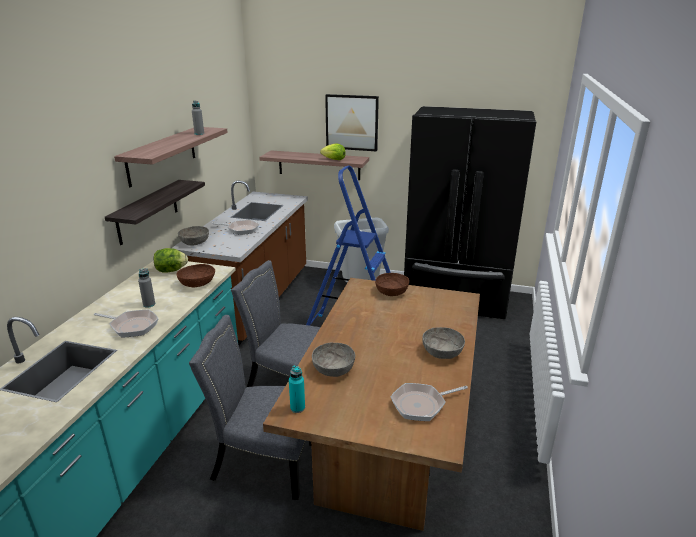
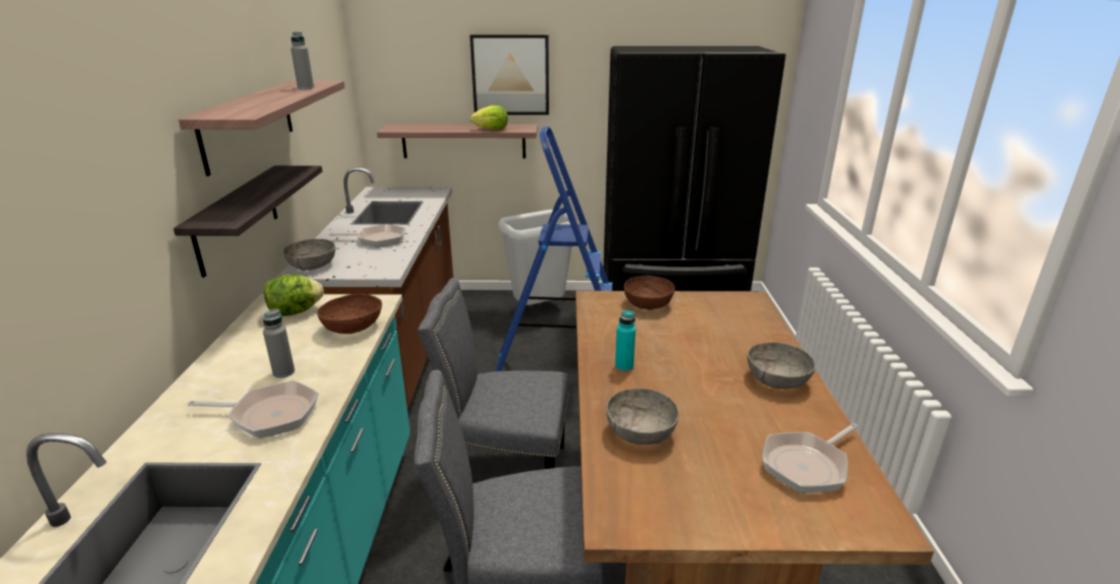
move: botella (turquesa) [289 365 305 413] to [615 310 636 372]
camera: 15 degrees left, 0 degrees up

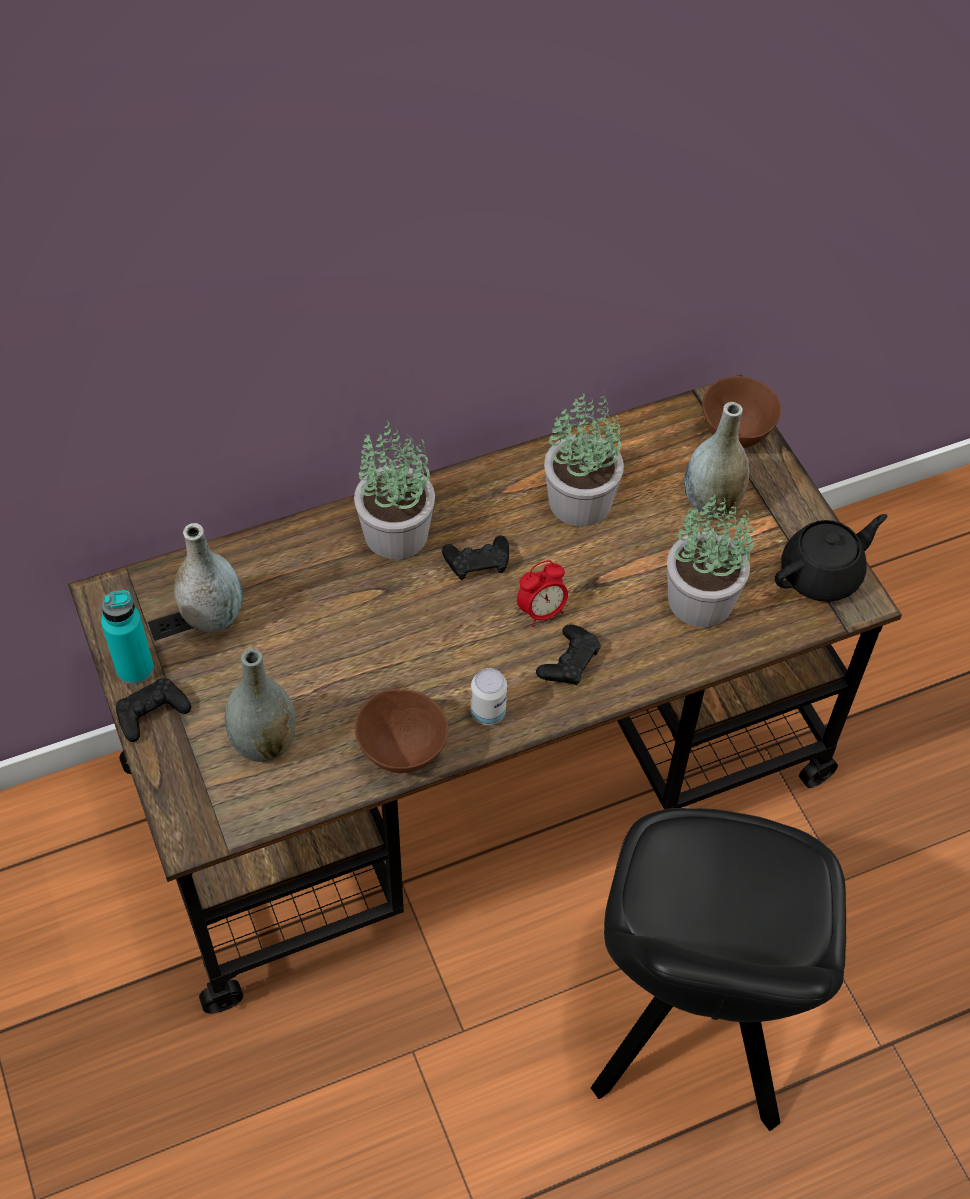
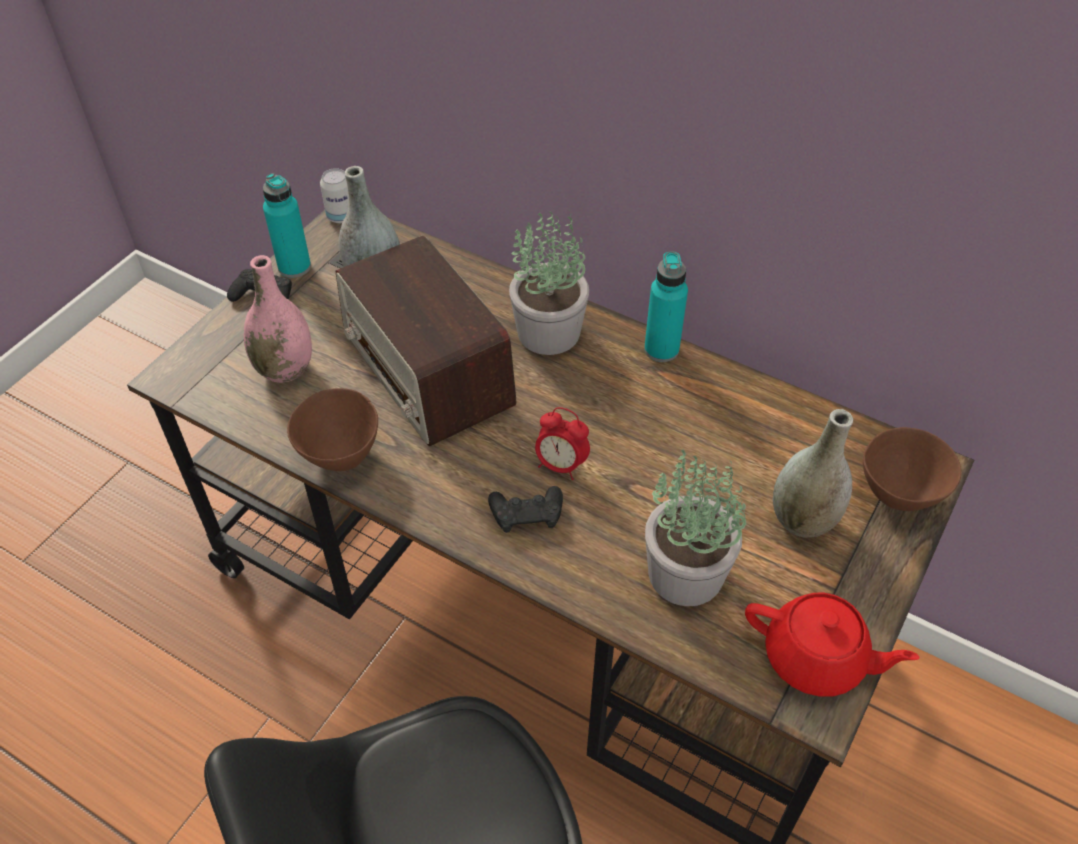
delete: mando de consola (negro) [442 536 509 580]; planta en maceta [544 390 624 526]
insert: radio [336 235 517 446]; botella (turquesa) [644 251 688 362]
move: lata [471 668 507 725] to [320 168 349 223]
recolor: florero (gris) [225 648 296 762] to florero (rosa) [244 255 312 383]; tetera (negro) [775 514 888 602] to tetera (rojo) [745 593 920 697]
camera: 55 degrees right, 5 degrees down

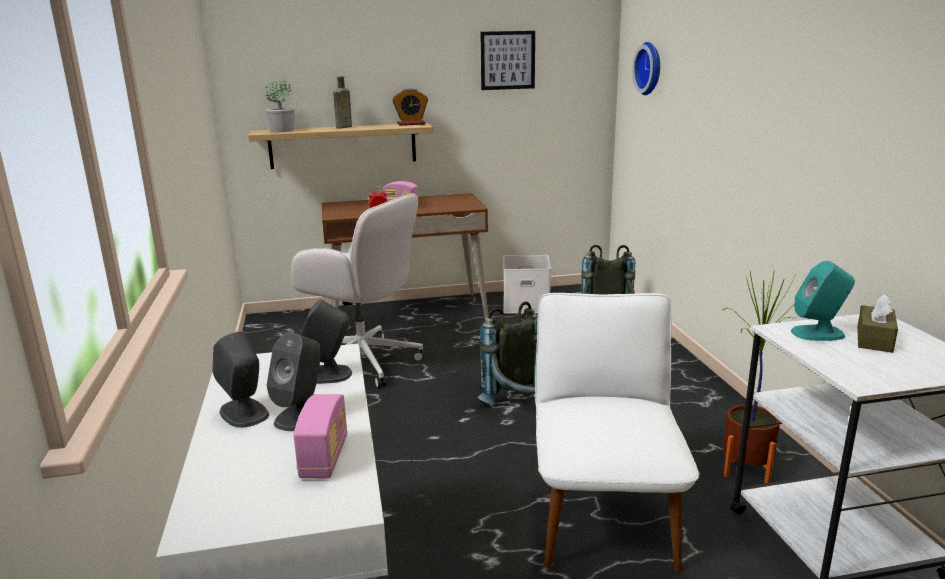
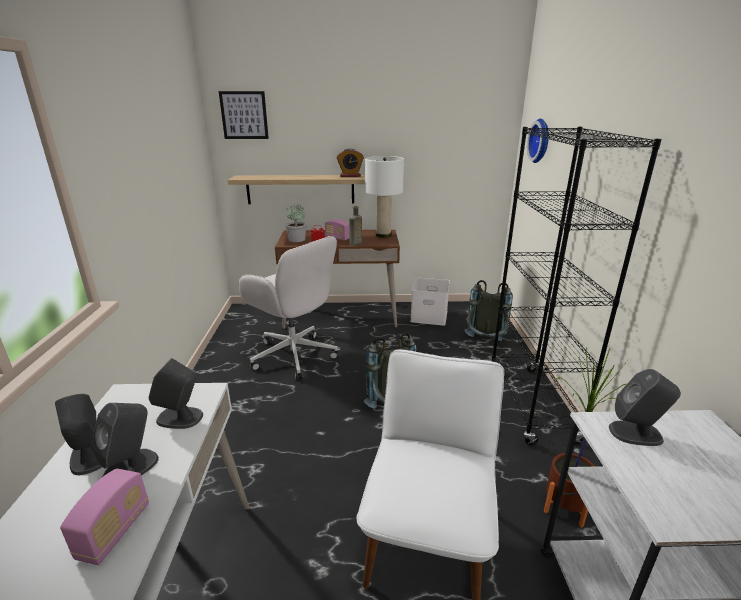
delete: caja de pañuelos (marrón) [857 295 898 353]
insert: lámpara de mesa (blanco) [365 156 404 238]; estantería (negro) [492 127 662 445]
move: planta en maceta [266 80 295 132] to [286 204 306 242]; botella (marrón) [333 76 352 128] to [349 206 362 246]; cuadro [480 31 535 90] to [219 91 269 139]
recolor: altavoz (turquesa) [791 261 855 341] to altavoz (gris) [609 369 681 446]
camera: 10 degrees right, 5 degrees up

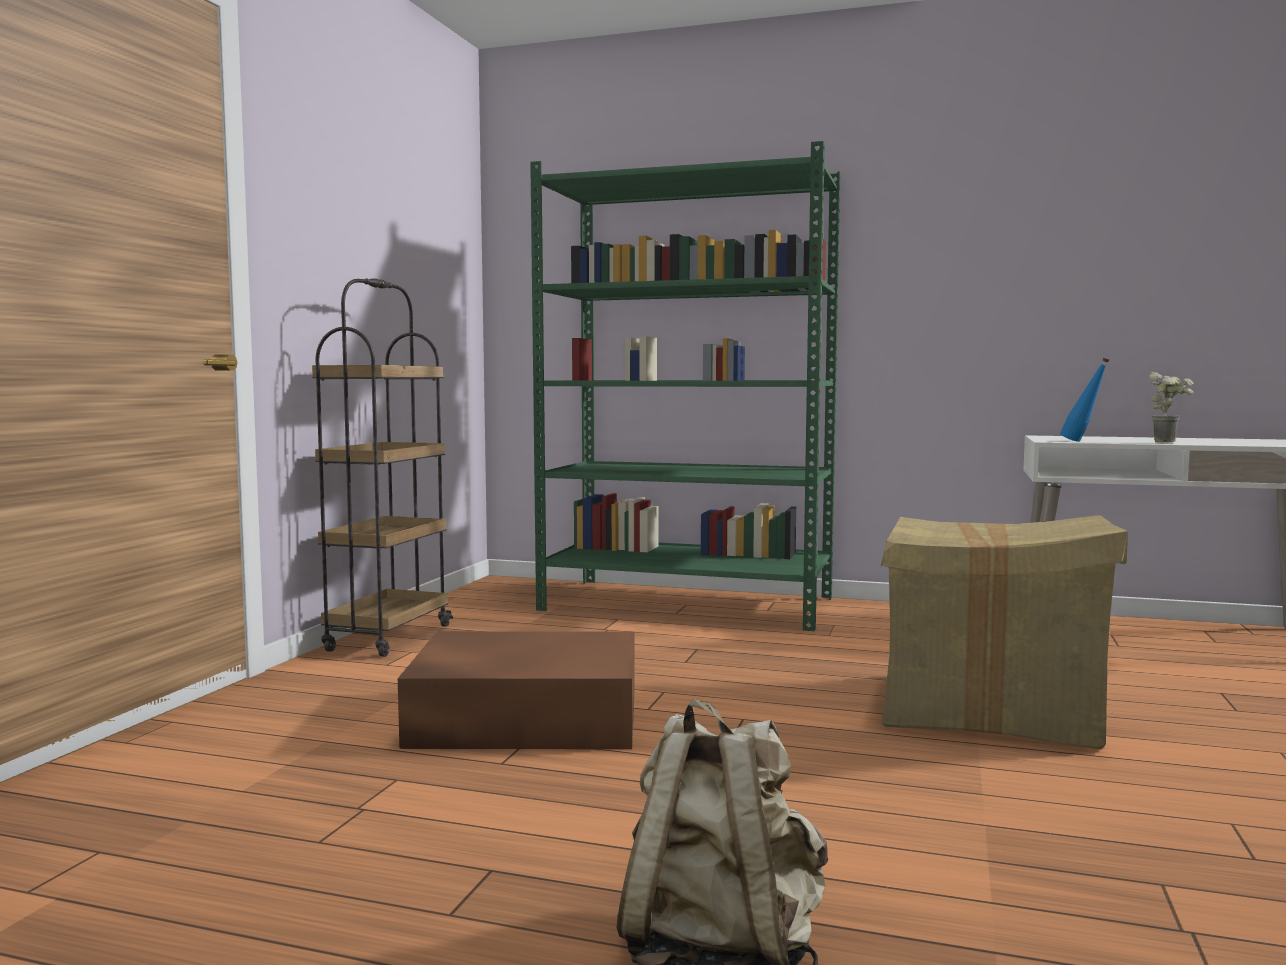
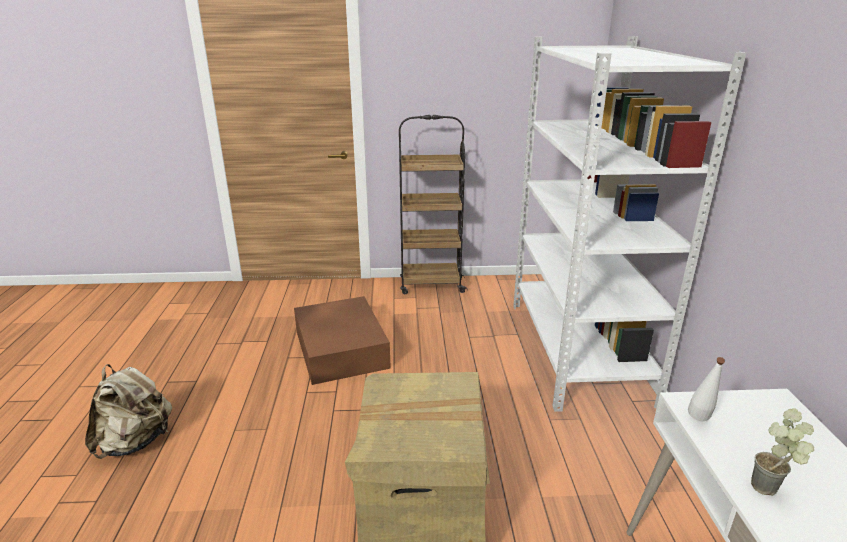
recolor: estantería (verde) [530 141 841 631] to estantería (blanco) [513 36 746 412]; botella (azul) [1060 357 1110 442] to botella (blanco) [688 357 725 421]
camera: 70 degrees right, 20 degrees up

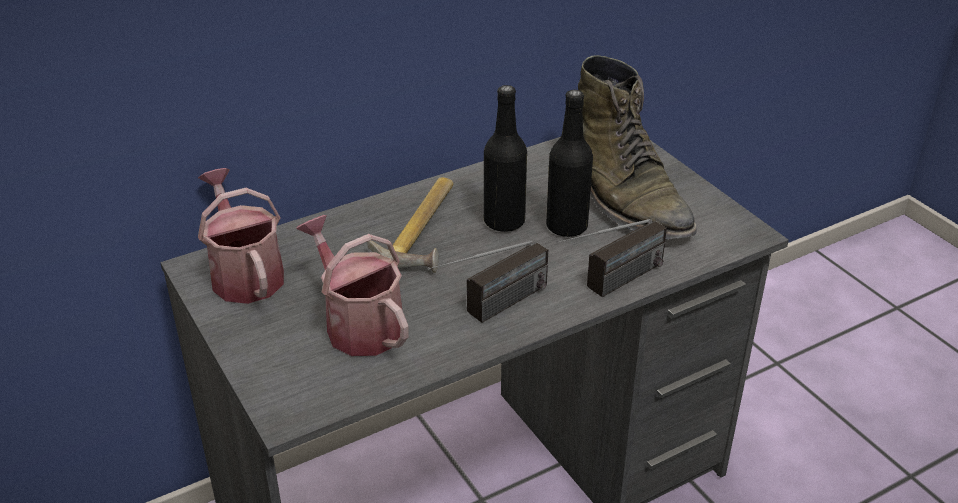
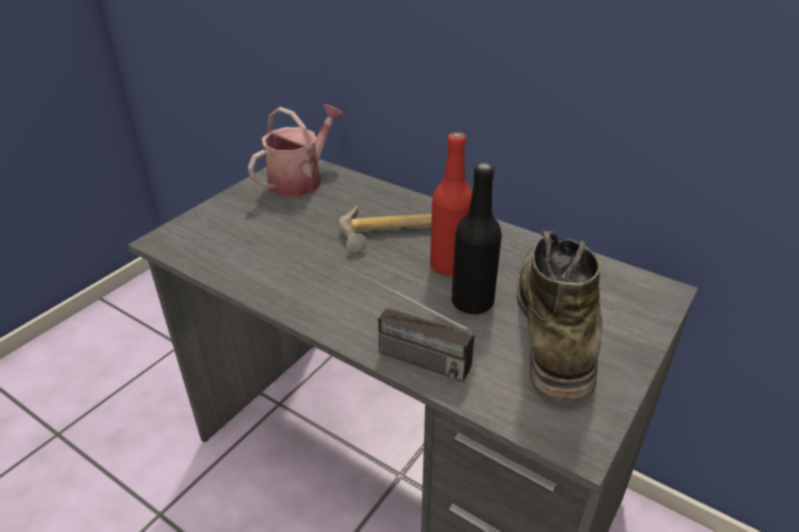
delete: regadera [296 215 408 356]; radio [428 241 548 323]
recolor: botella (negro) [484 85 527 232] to botella (rojo) [430 132 472 276]
rotate: bota (verde) [578 55 697 240] = [517 231 602 403] 150 degrees clockwise
camera: 65 degrees right, 0 degrees up

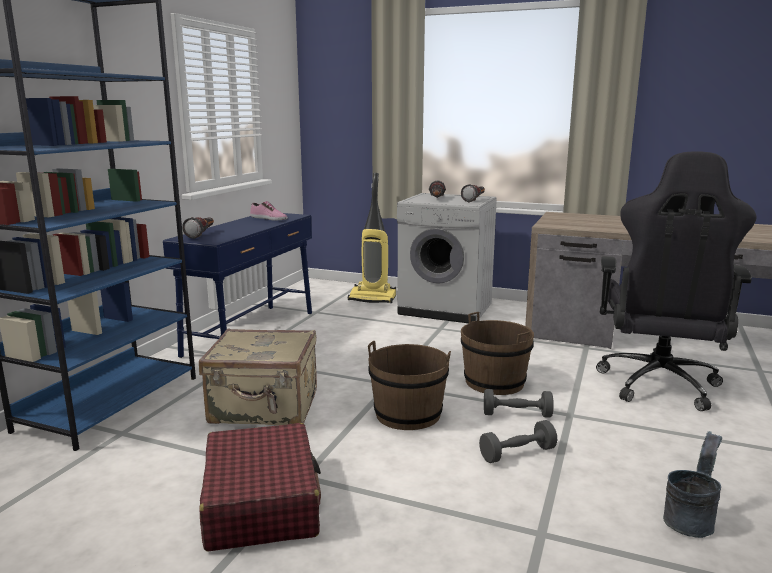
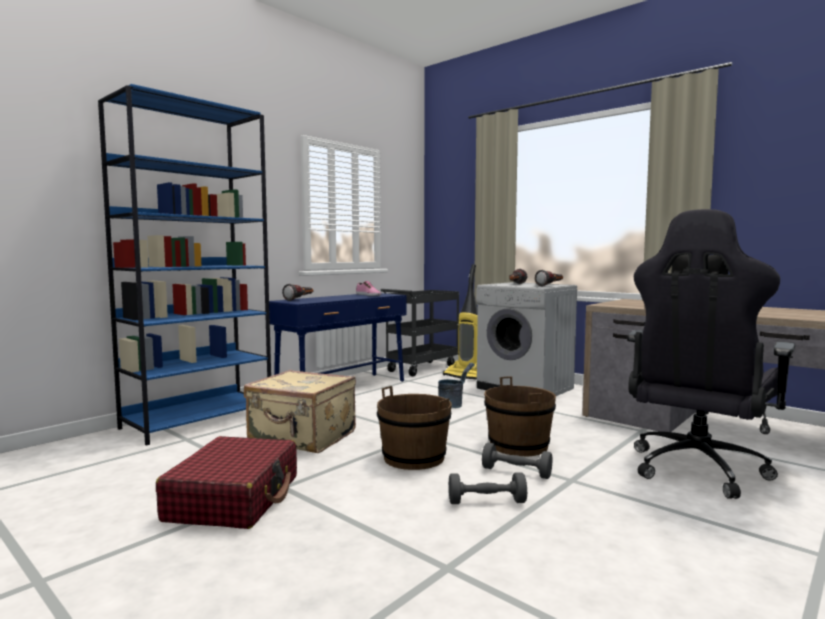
insert: carrito (gris) [381 289 459 376]
move: cubo (gris) [663 431 722 538] to [438 363 475 408]
camera: 20 degrees right, 10 degrees down

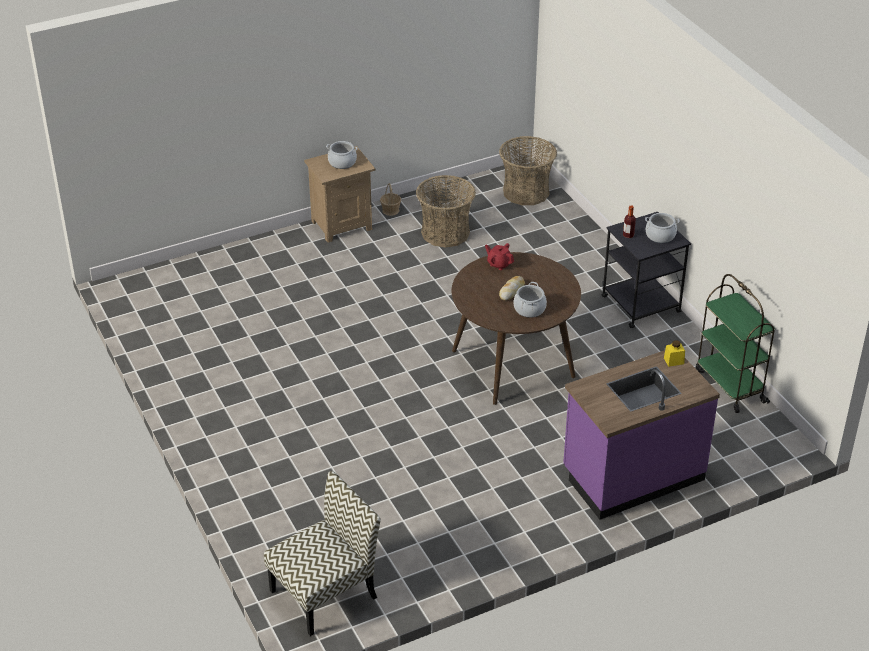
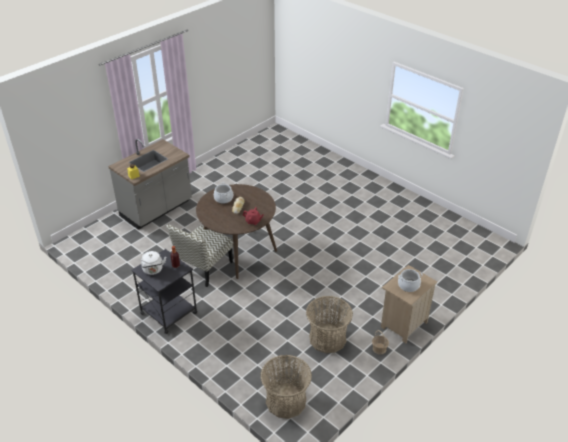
delete: carrito (verde) [696 274 775 413]
move: silla [264 471 381 636] to [166 224 233 287]
replace: olla [645 213 680 243] to hervidor (blanco) [141 251 166 275]
recolor: mueble bajo de cocina (morado) [563 350 720 520] to mueble bajo de cocina (gris) [108 139 192 230]
camera: 160 degrees right, 0 degrees up

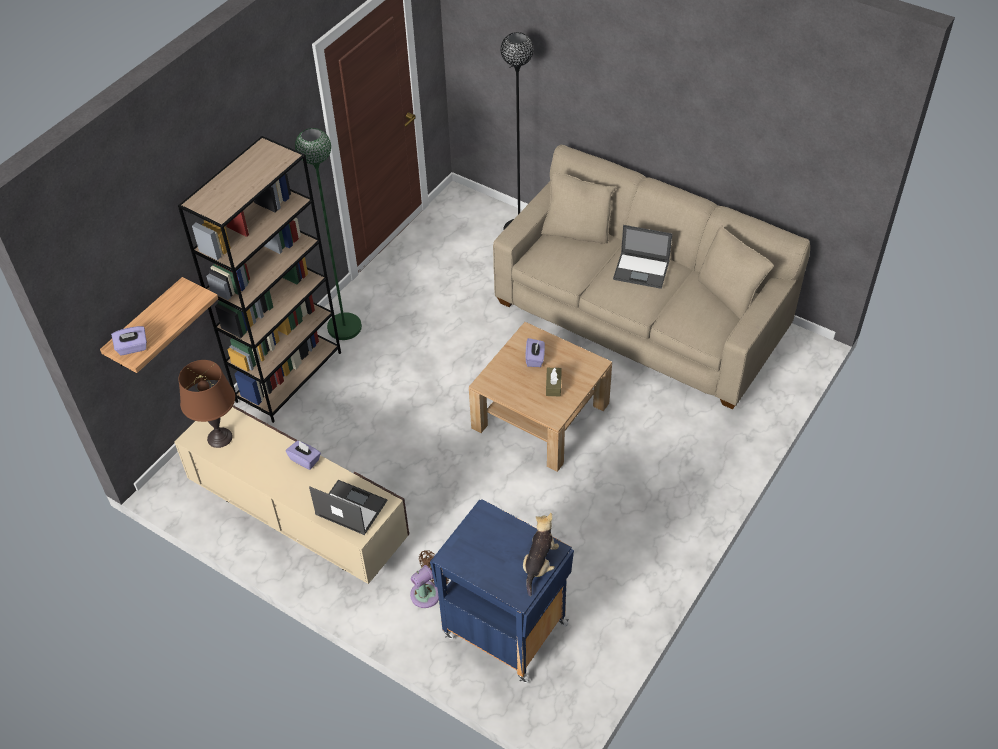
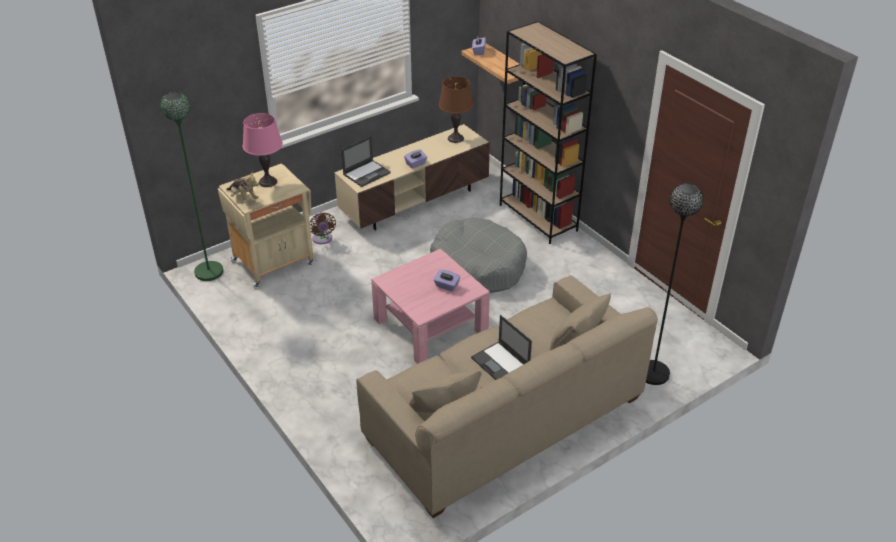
delete: caja de pañuelos (marrón) [546 368 562 396]
insert: lámpara de mesa (rosa) [243 113 283 187]; cama para perro (gris) [430 217 527 293]
move: lámpara de pie (verde) [295 128 362 340] to [160 91 223 281]
recolor: carrito (azul) [430 499 574 683] to carrito (beis) [218 163 314 288]; mesa de centro (marrón) [469 322 612 472] to mesa de centro (rosa) [371 249 490 364]
rotate: portátil [613 225 672 289] = [471 315 532 380] 75 degrees counterclockwise
camera: 110 degrees right, 10 degrees down

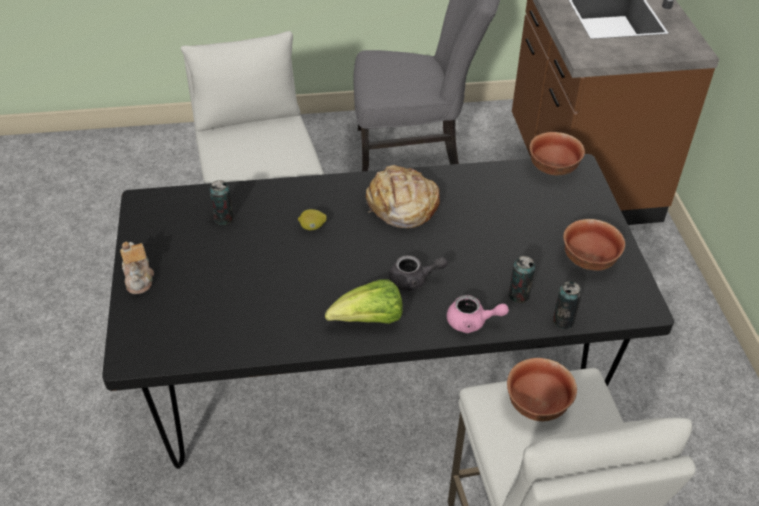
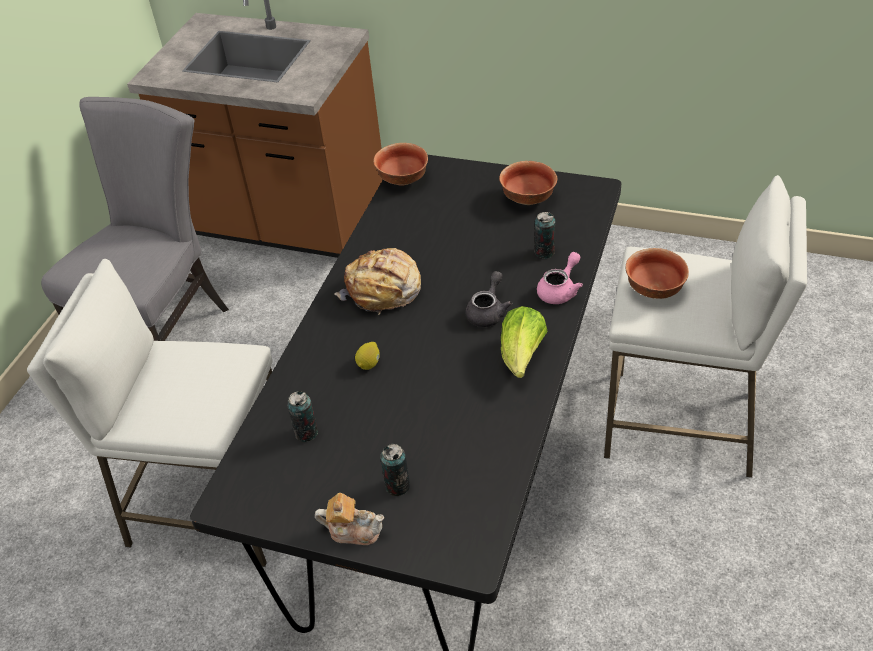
move: lata [553 281 582 329] to [380 444 410 496]
camera: 60 degrees left, 0 degrees up

